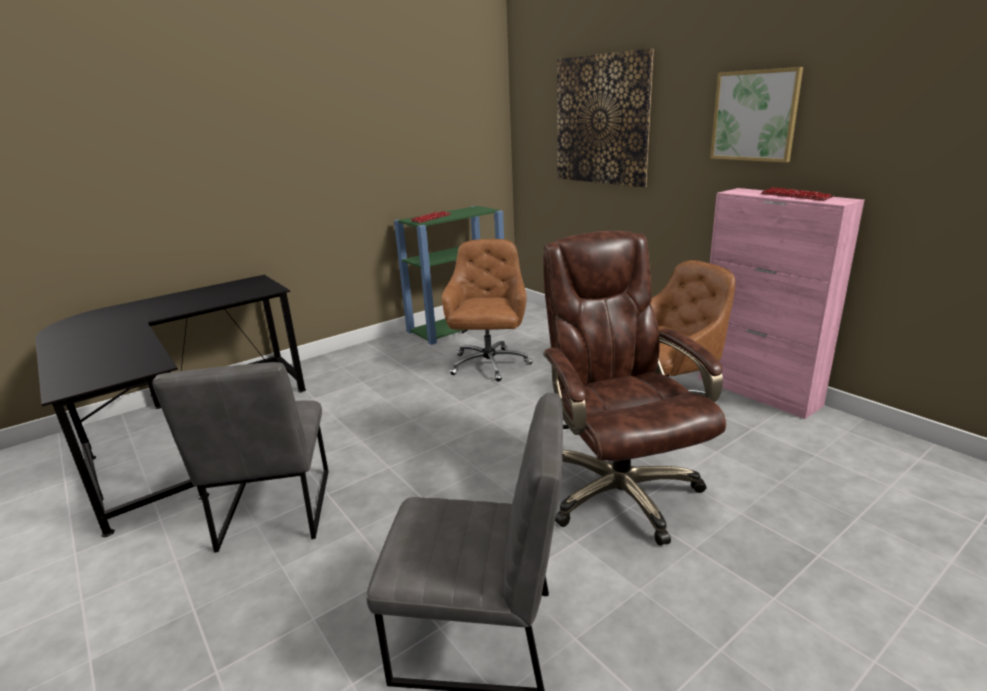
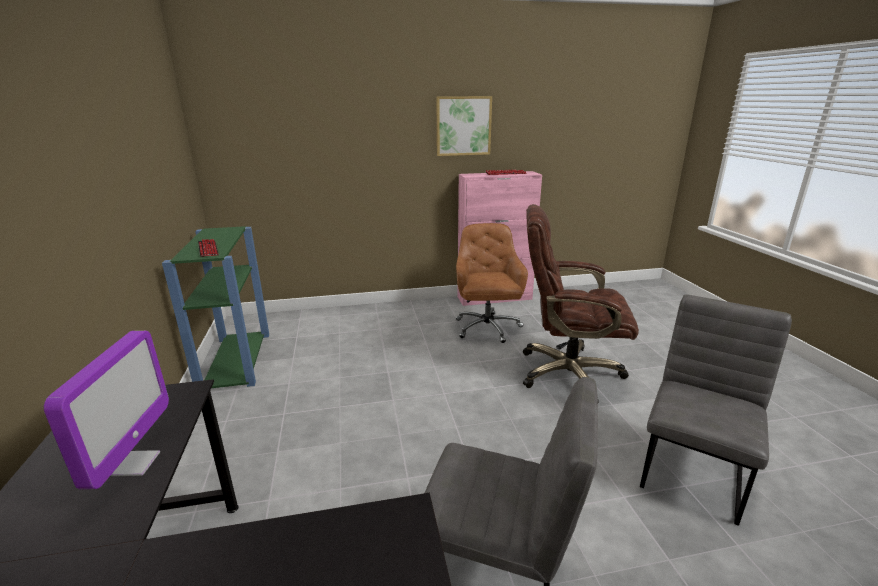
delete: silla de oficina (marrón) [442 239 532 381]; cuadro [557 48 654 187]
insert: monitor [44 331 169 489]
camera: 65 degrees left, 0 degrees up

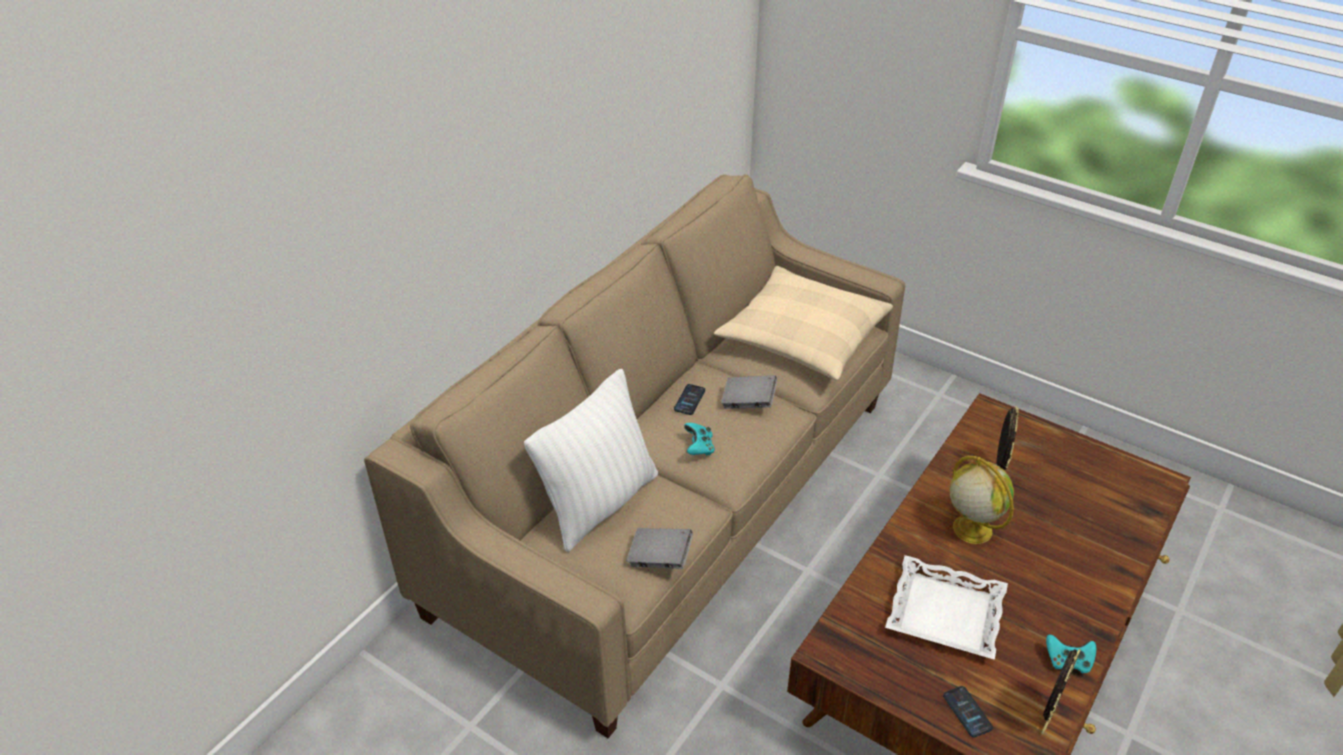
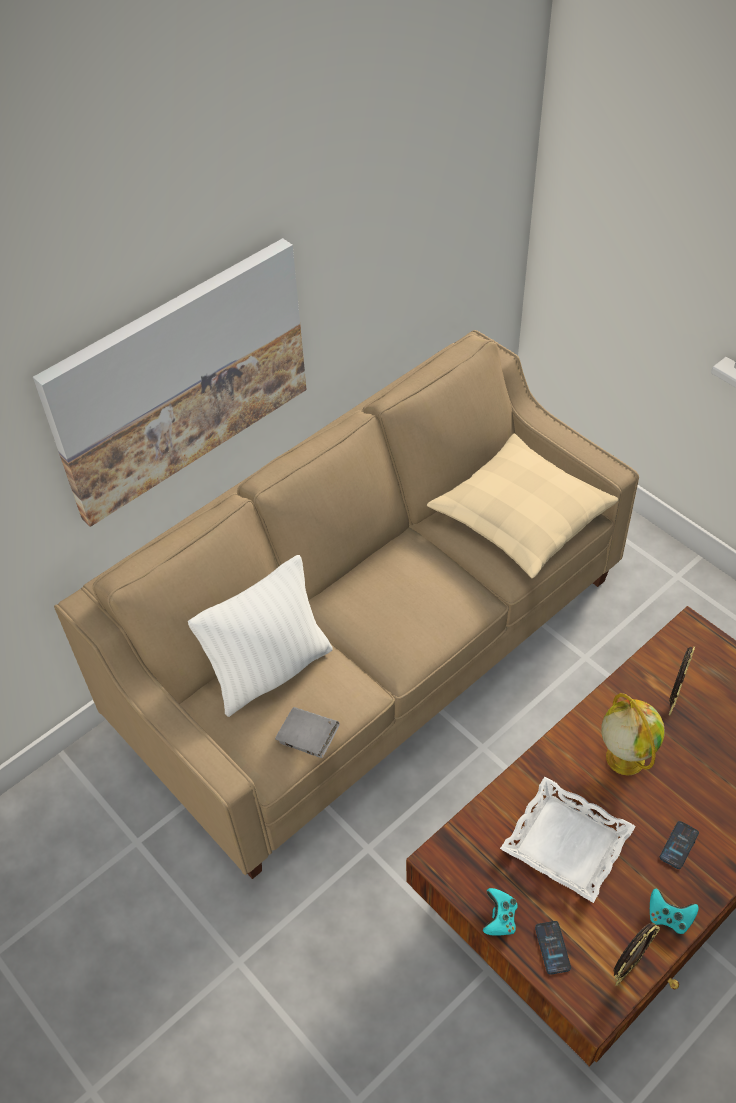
delete: libro (gris) [721 375 777 409]
insert: cuadro [33 238 307 527]
move: móvil [674 384 705 415] to [660 821 699 869]; mando de consola (turquesa) [684 423 715 455] to [483 888 517 936]
camera: 15 degrees right, 10 degrees up

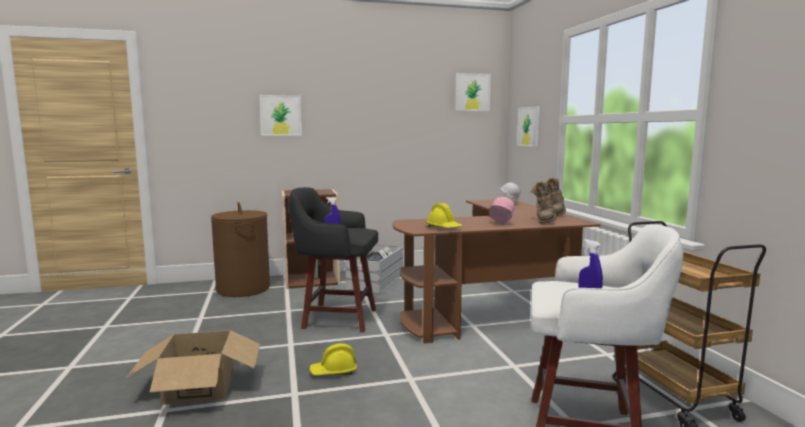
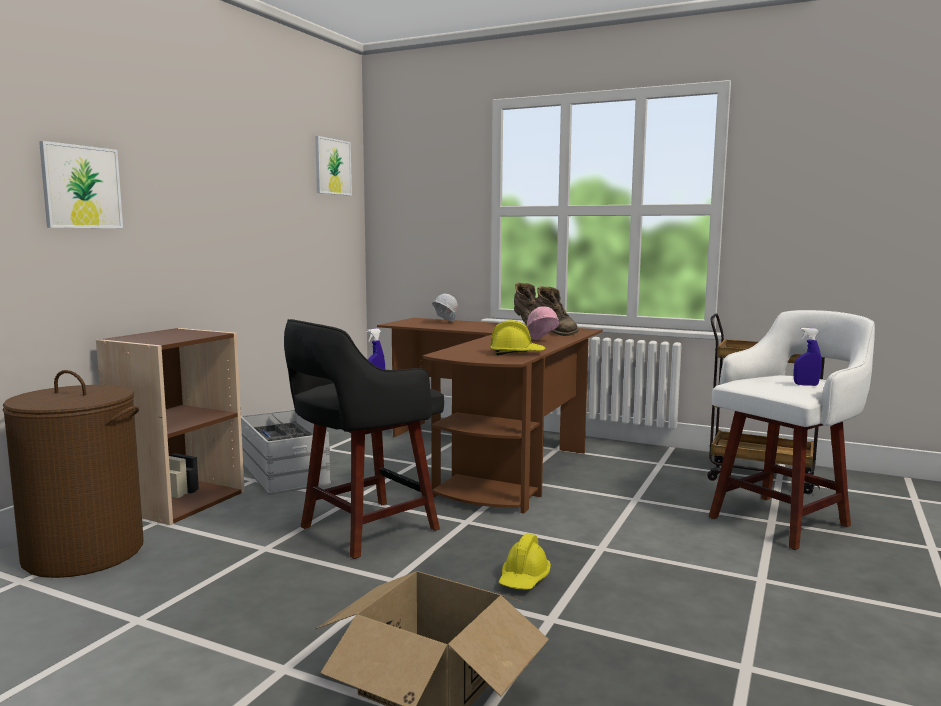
delete: cuadro [517 106 540 147]
camera: 50 degrees left, 0 degrees up

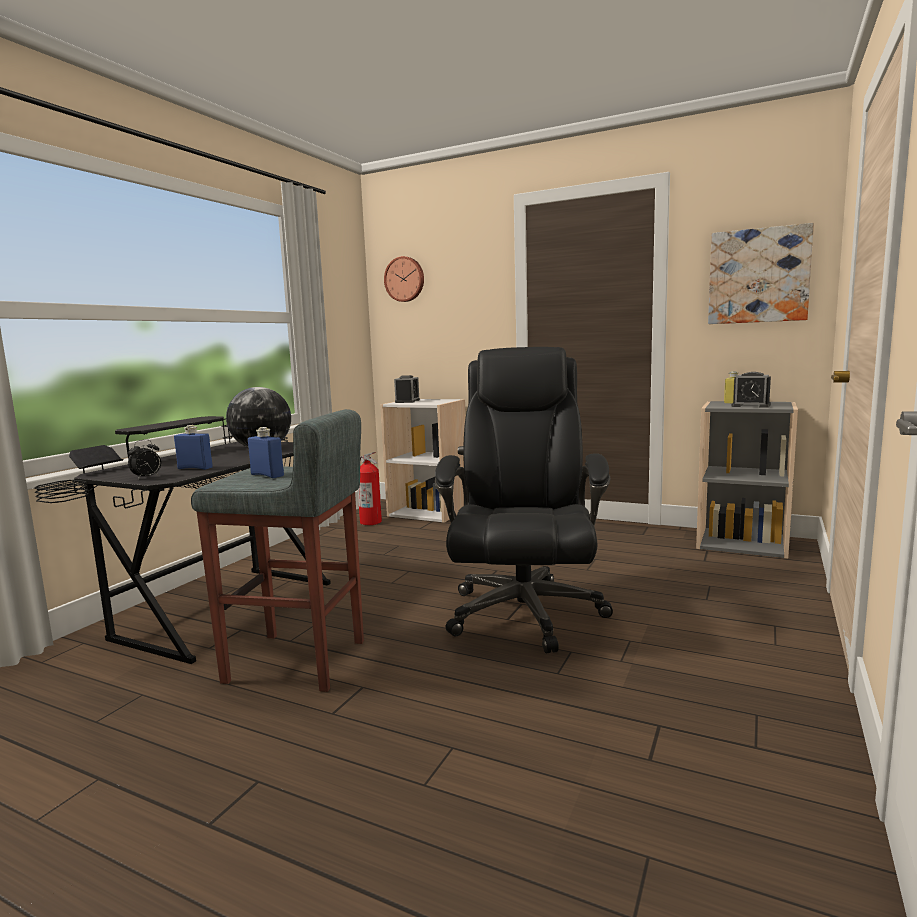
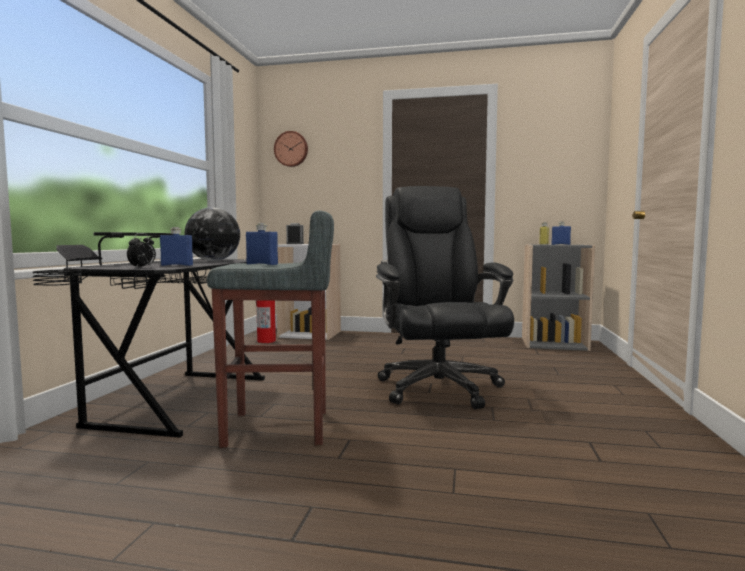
delete: cuadro [708 223 814 324]
replace: despertador [731 372 771 408] to botella (azul) [552 221 571 245]
camera: 15 degrees left, 5 degrees down

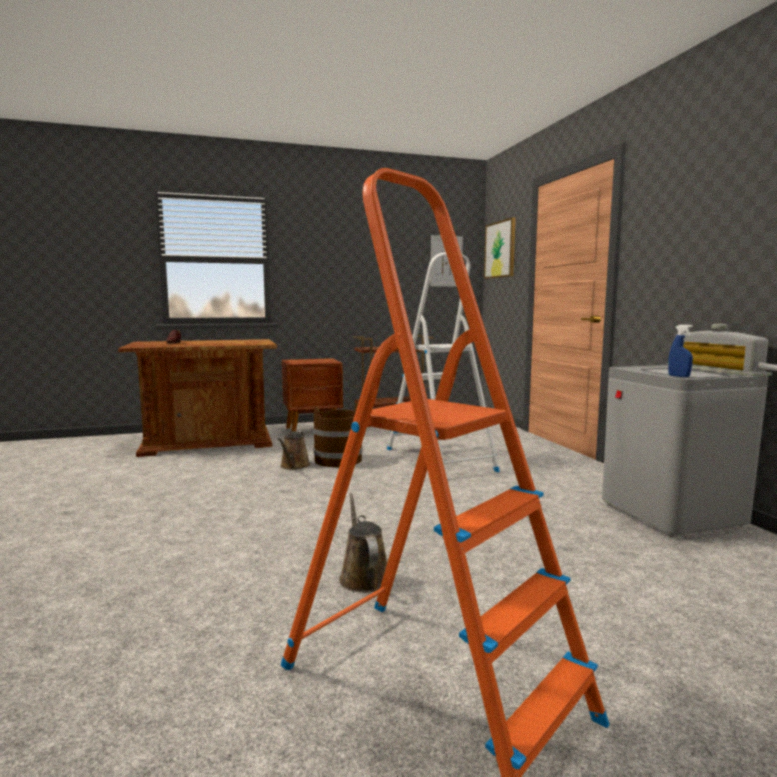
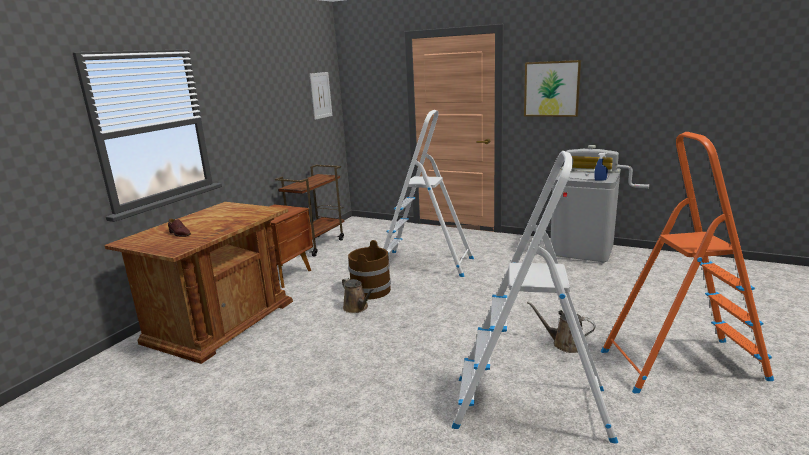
insert: escalera de tijera (blanco) [452 151 618 443]
move: cuadro [484 217 516 279] to [524 60 581 117]
camera: 45 degrees left, 10 degrees up

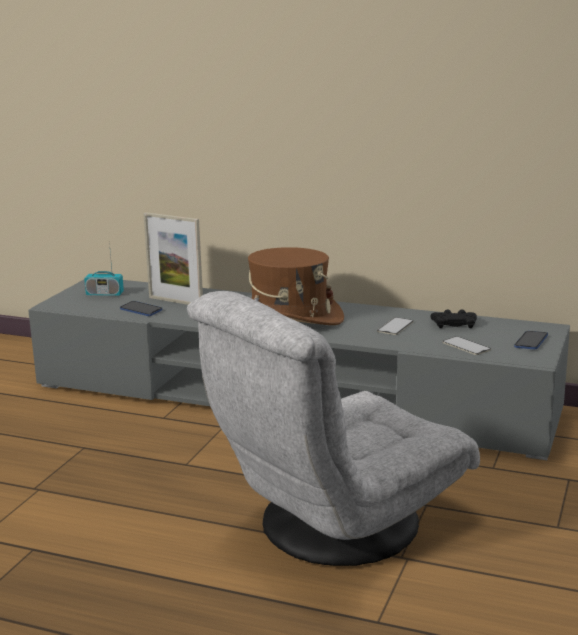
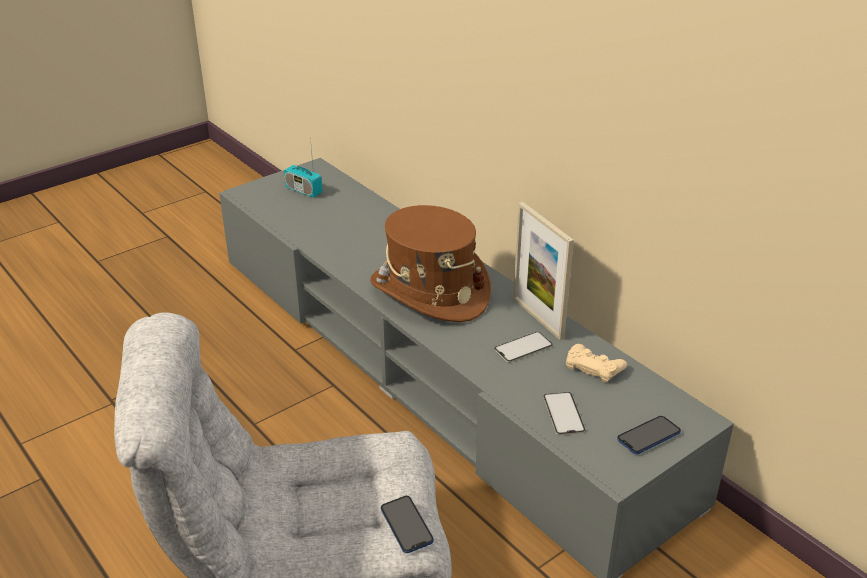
move: móvil [120 301 162 316] to [381 496 434 553]; portarretratos [143 212 203 305] to [513 202 574 340]
recolor: mando de consola (negro) [430 309 477 328] to mando de consola (beis) [566 344 627 383]
camera: 30 degrees right, 15 degrees up

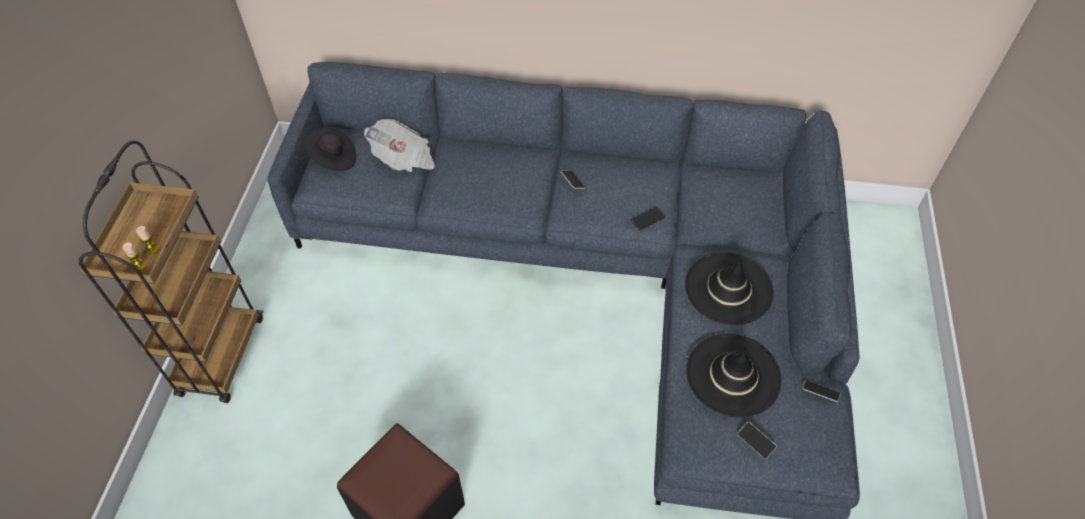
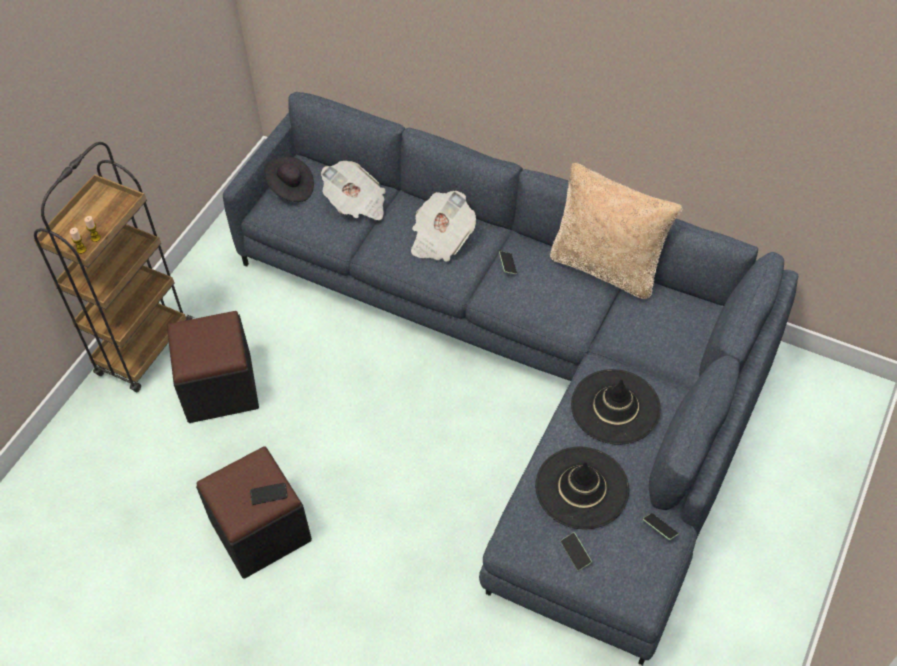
insert: puf (negro) [167 311 259 423]; periódico [411 191 476 262]; cojín (beis) [550 162 683 299]
move: móvil [631 207 665 230] to [250 483 288 505]
camera: 20 degrees right, 0 degrees up

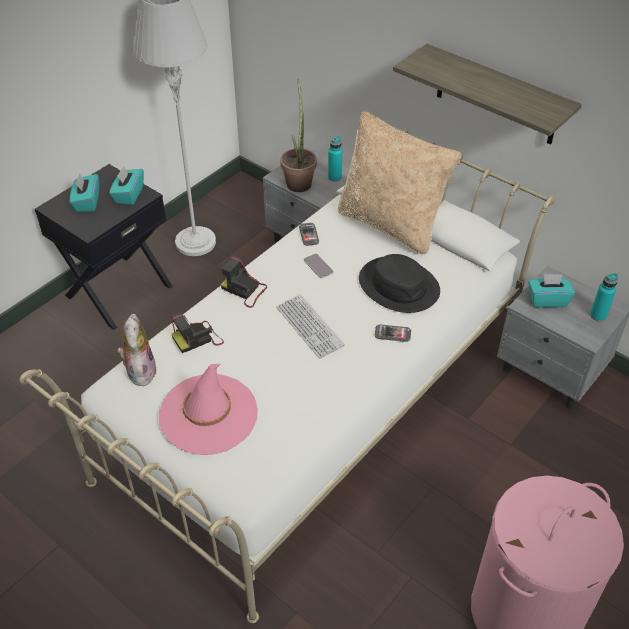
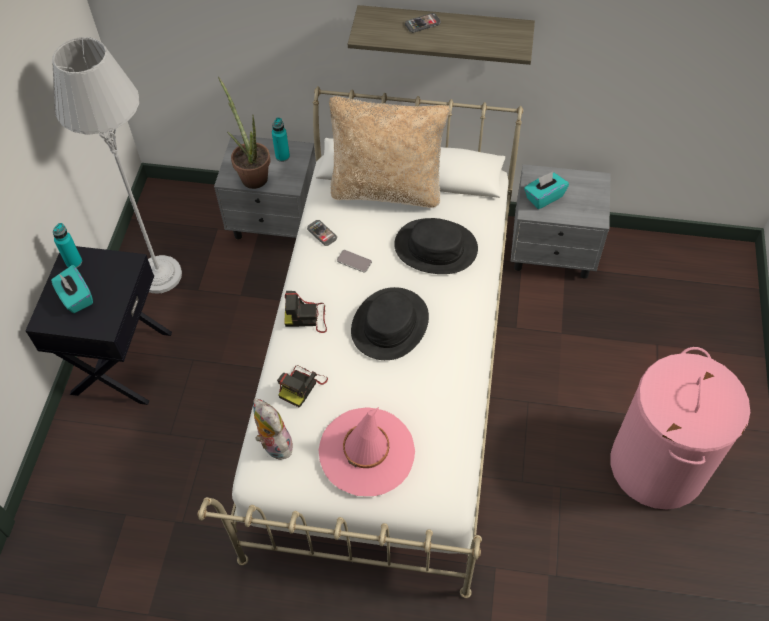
delete: caja de pañuelos (turquesa) [109 166 144 205]
move: móvil [375 324 411 342] to [405 13 441 33]; botella (turquesa) [590 273 618 322] to [53 223 82 268]
replace: teclado [276 294 345 359] to sombrero (negro) [351 287 429 360]
camera: 30 degrees left, 10 degrees up

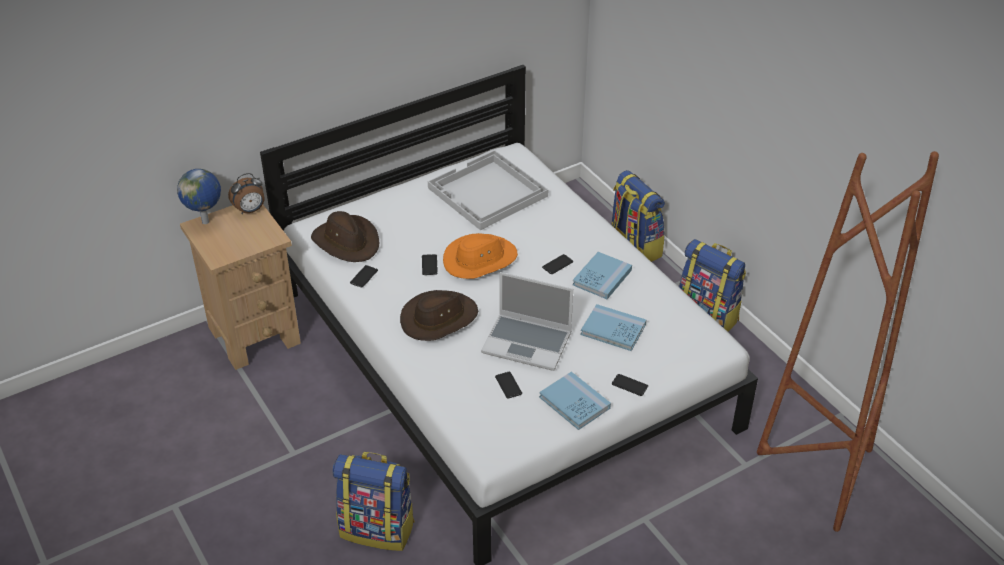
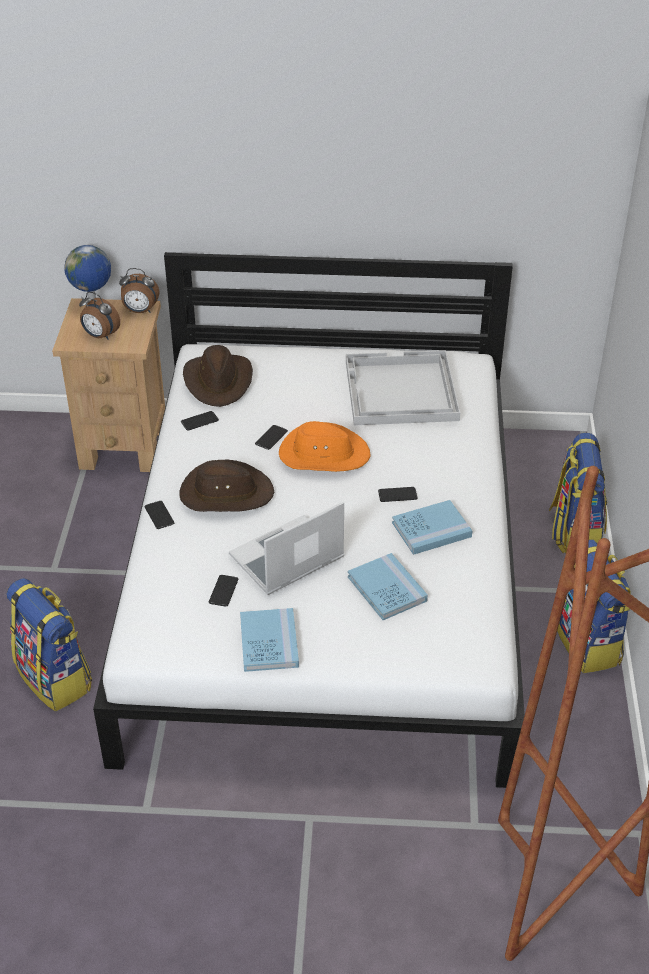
insert: despertador [79 292 120 340]
move: móvil [612 374 648 396] to [145 501 175 529]
rotate: portátil [481 272 573 371] = [229 501 344 595] 90 degrees clockwise
camera: 35 degrees right, 0 degrees up

